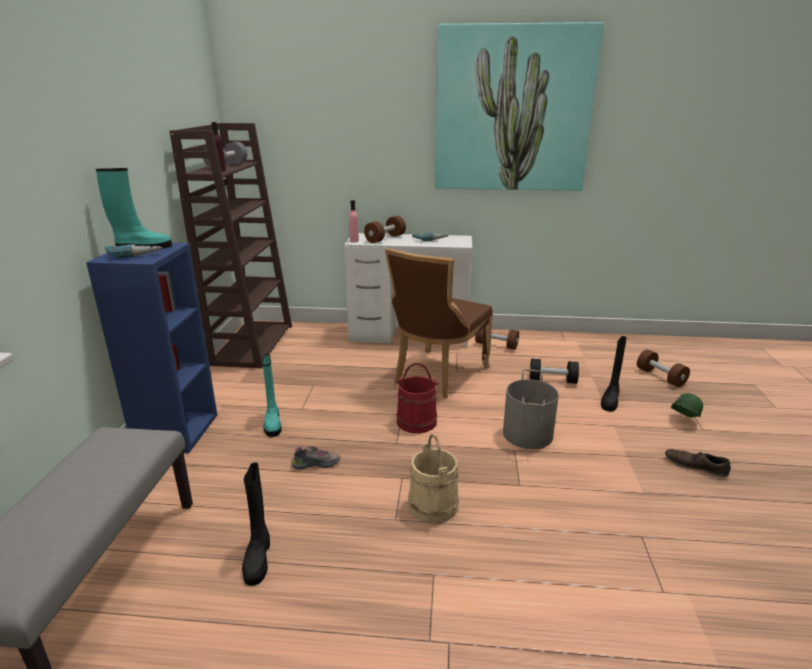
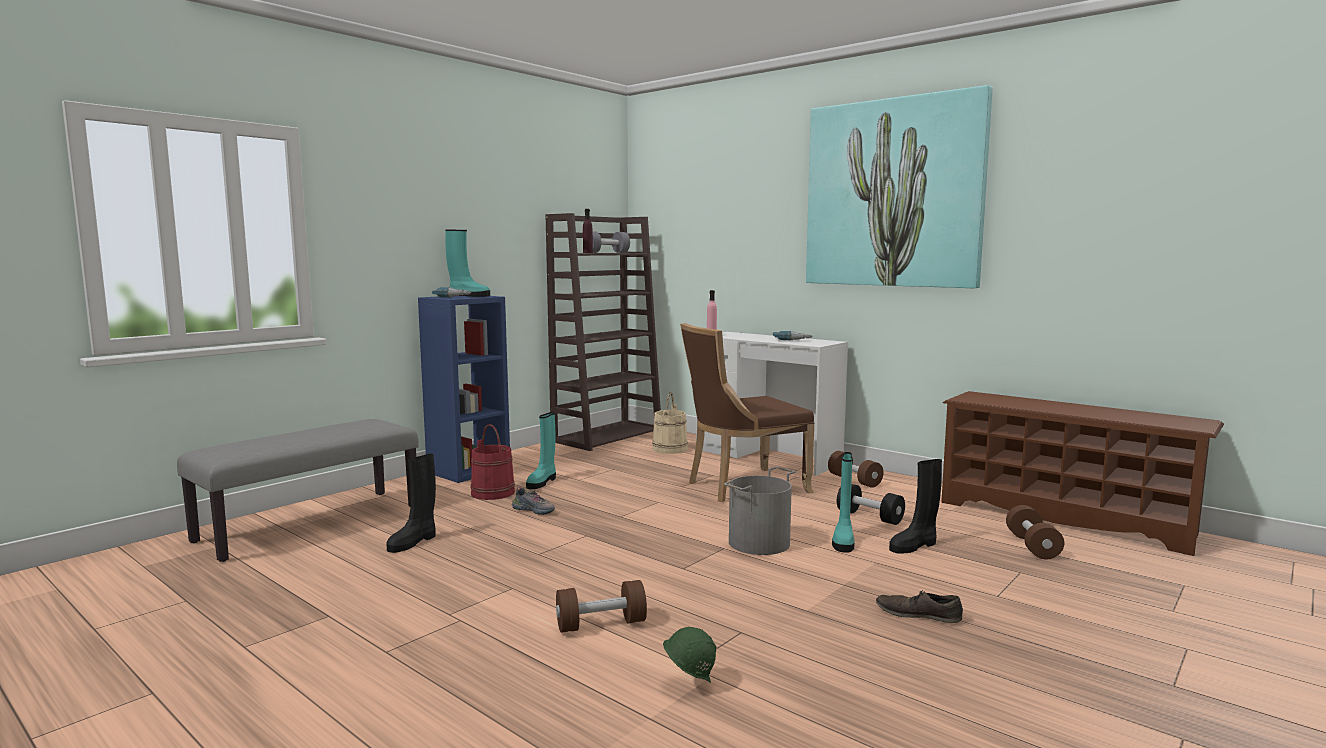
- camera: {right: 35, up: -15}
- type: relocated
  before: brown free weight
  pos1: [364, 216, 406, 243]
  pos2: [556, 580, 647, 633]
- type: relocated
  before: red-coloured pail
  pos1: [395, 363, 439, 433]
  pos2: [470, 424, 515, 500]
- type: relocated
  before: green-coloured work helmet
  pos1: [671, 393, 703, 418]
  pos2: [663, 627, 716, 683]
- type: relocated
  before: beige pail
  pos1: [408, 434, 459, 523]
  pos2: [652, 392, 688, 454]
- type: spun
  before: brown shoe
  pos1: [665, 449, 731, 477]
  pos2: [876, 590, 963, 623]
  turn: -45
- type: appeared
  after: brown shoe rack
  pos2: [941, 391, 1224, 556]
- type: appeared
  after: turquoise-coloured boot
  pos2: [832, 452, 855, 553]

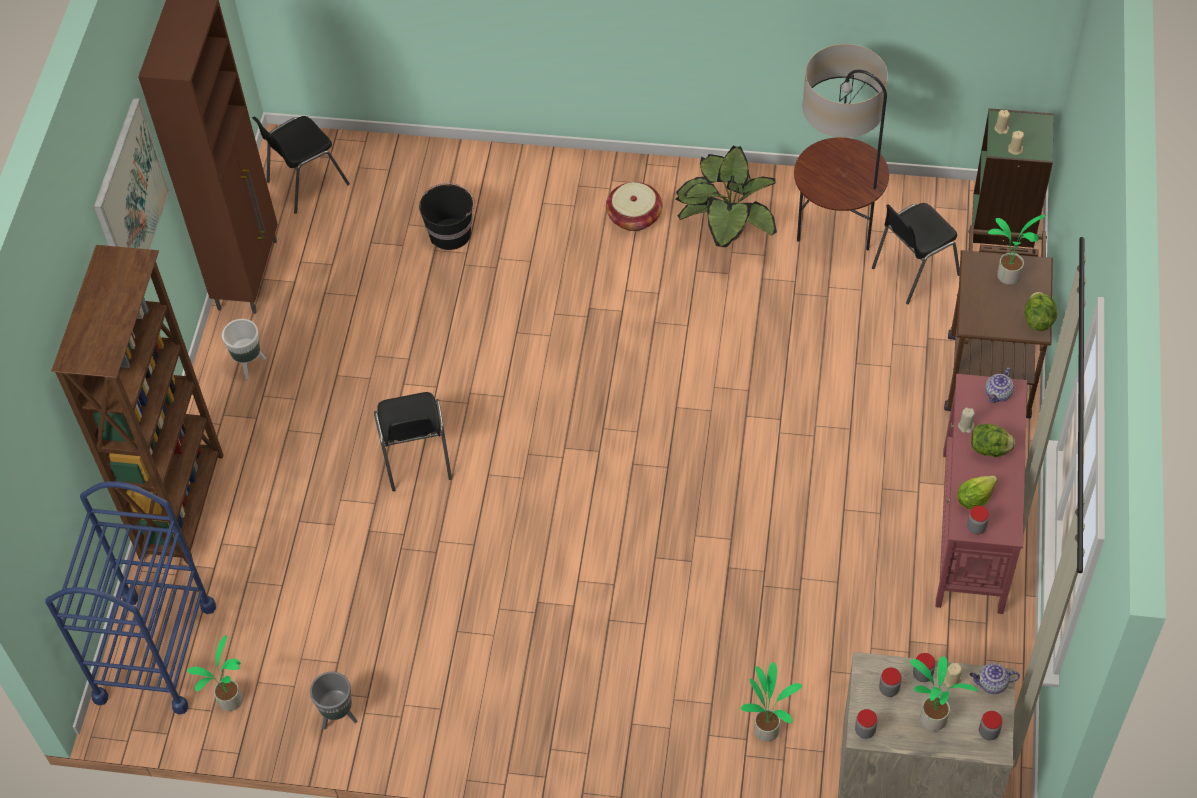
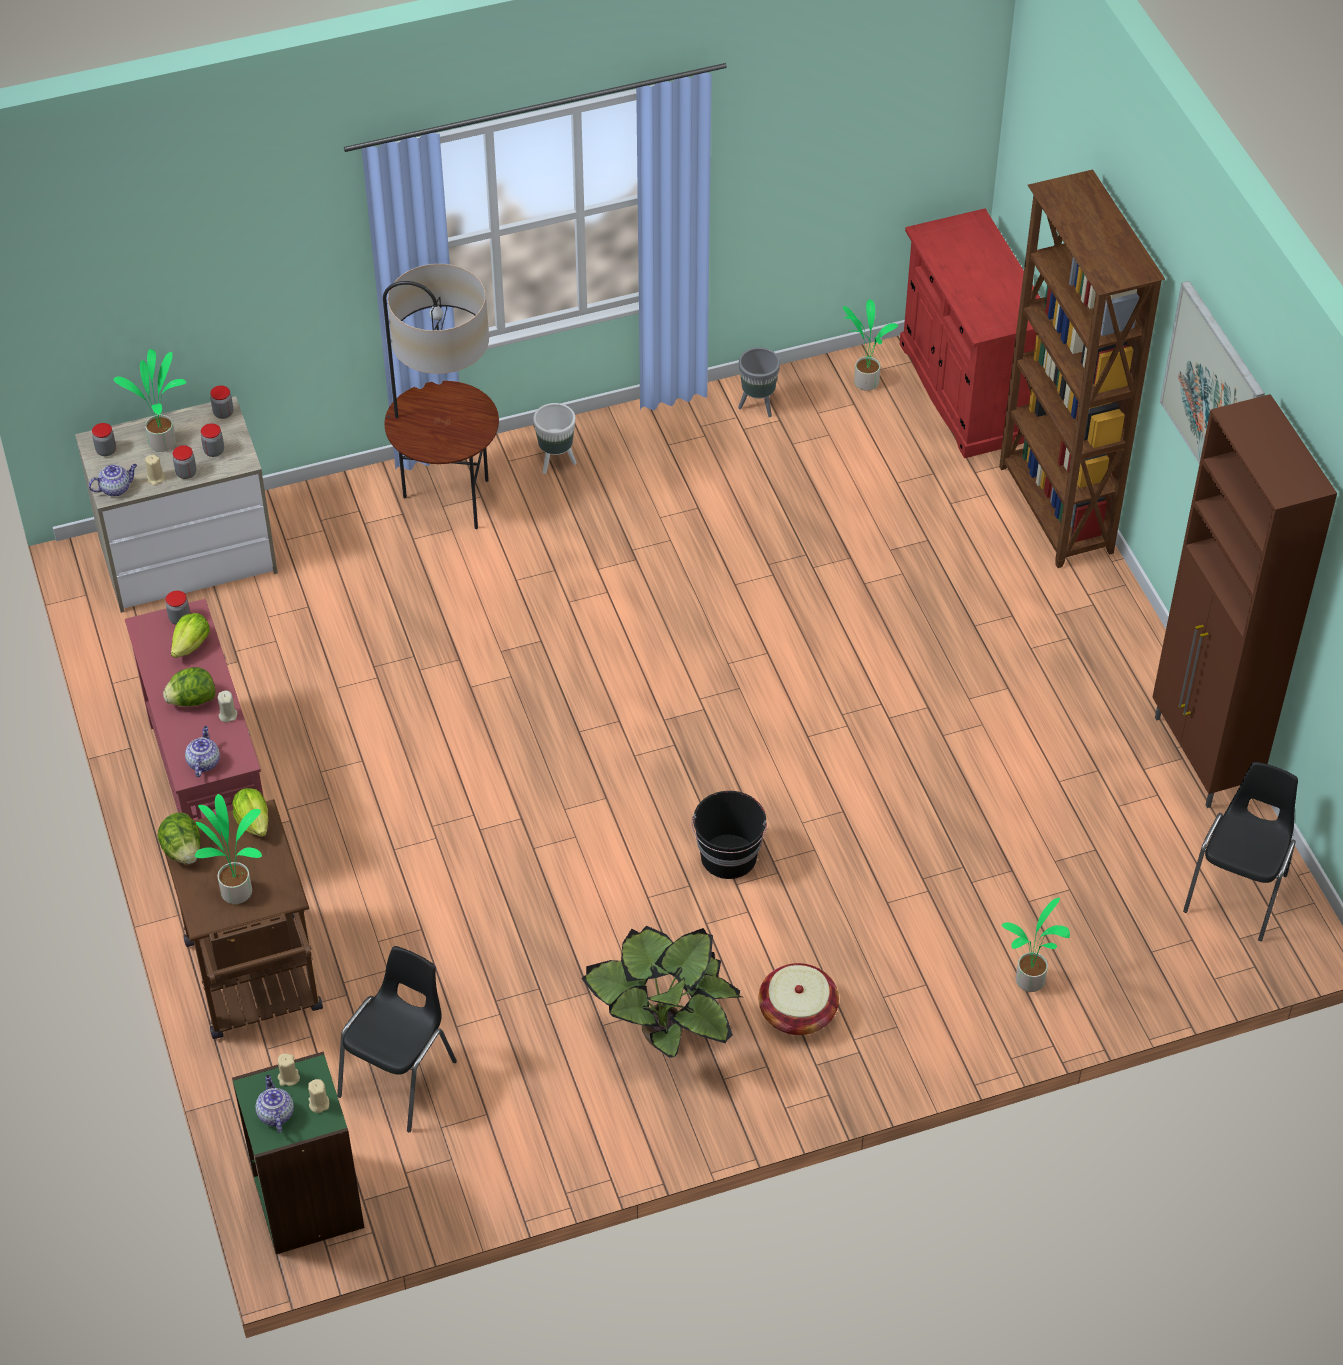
- camera: {right: 150, up: -5}
- type: relocated
  before: standard lamp
  pos1: [794, 44, 889, 251]
  pos2: [383, 264, 499, 529]
- type: relocated
  before: black pail
  pos1: [419, 183, 475, 250]
  pos2: [692, 791, 767, 879]
- type: relocated
  before: white-coloured planter
  pos1: [222, 319, 266, 379]
  pos2: [533, 403, 577, 474]
- type: missing
  before: black plain chair
  pos1: [374, 392, 452, 491]
- type: exchanged
  before: bluish wheeled cart
  after: red-coloured cabinet
  pos1: [45, 481, 216, 715]
  pos2: [900, 208, 1041, 458]
- type: relocated
  before: plant in a pot
  pos1: [741, 662, 802, 742]
  pos2: [1002, 898, 1070, 992]
- type: appeared
  after: lettuce head
  pos2: [232, 788, 268, 837]
- type: appeared
  after: teapot
  pos2: [255, 1075, 294, 1133]

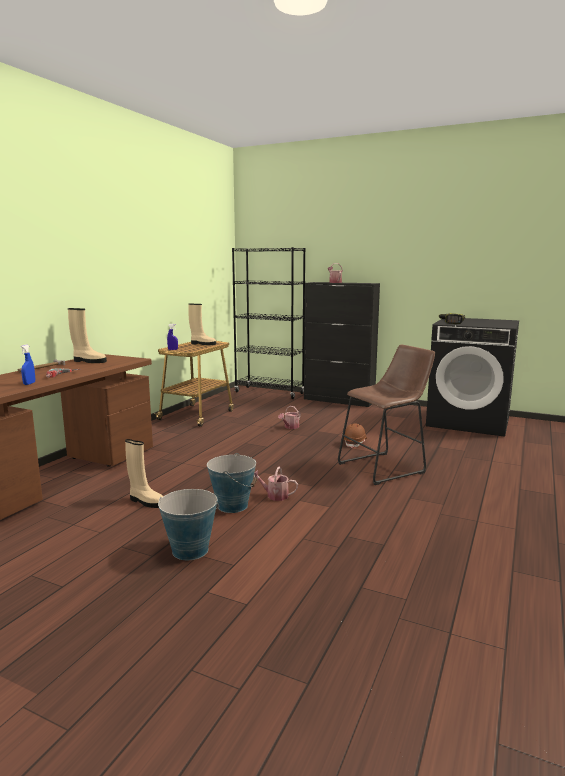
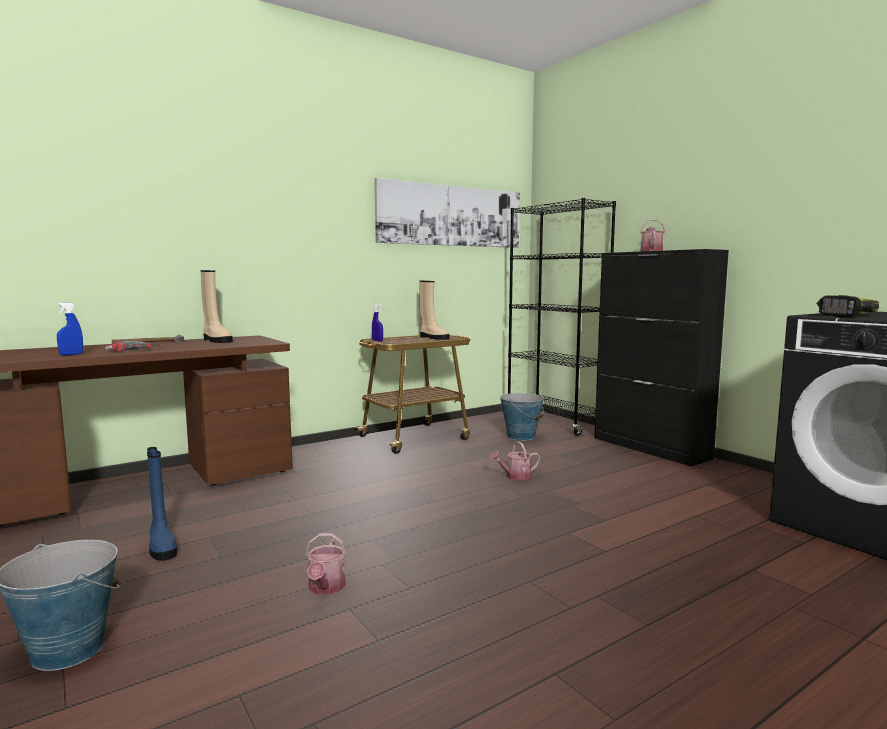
- camera: {right: 30, up: -5}
- type: missing
  before: brown stool seat
  pos1: [338, 344, 435, 485]
- type: missing
  before: brown work helmet
  pos1: [344, 423, 367, 448]
- type: colour
  before: beige boot
  after: bluish boot
  pos1: [125, 439, 163, 508]
  pos2: [147, 447, 178, 561]
- type: relocated
  before: pail
  pos1: [207, 453, 257, 513]
  pos2: [500, 392, 544, 441]
- type: spun
  before: watering can
  pos1: [254, 467, 298, 501]
  pos2: [305, 533, 347, 595]
  turn: -135
- type: appeared
  after: wall picture
  pos2: [374, 178, 520, 248]

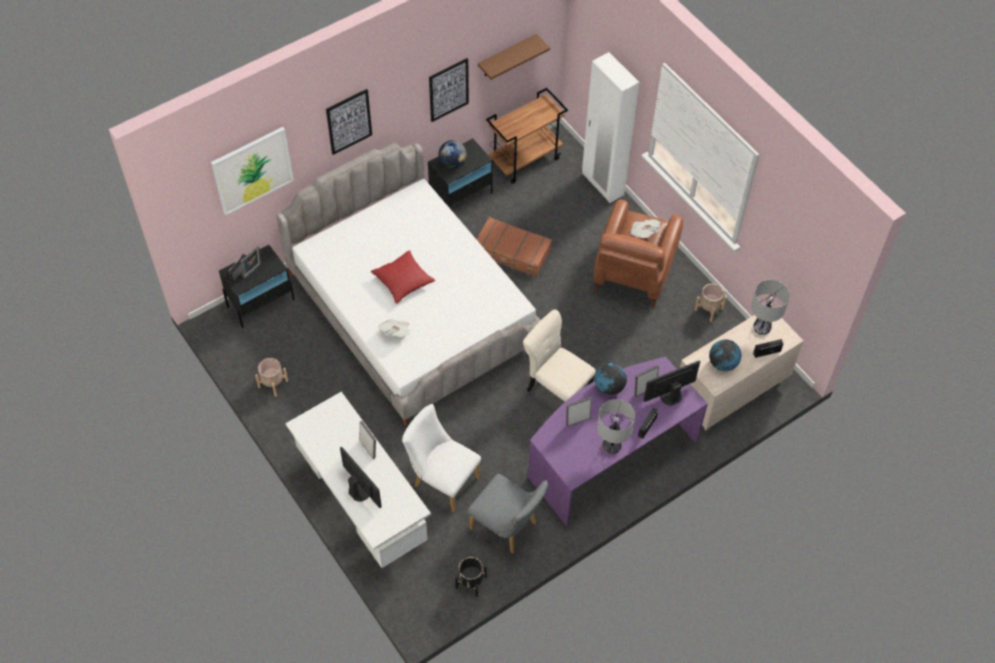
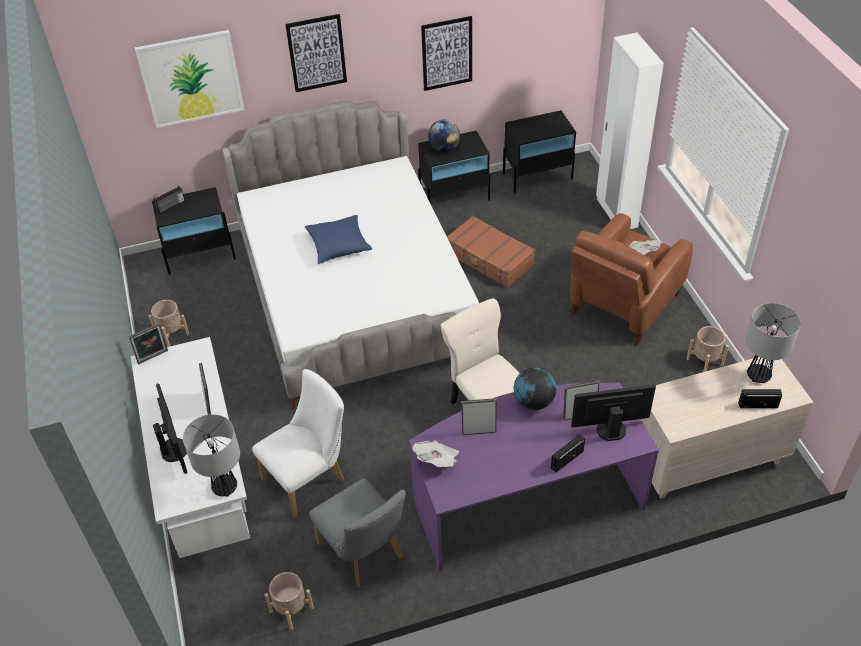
- camera: {right: 20, up: -10}
- type: missing
  before: brown bracket shelf
  pos1: [478, 34, 550, 80]
- type: exchanged
  before: brown wheeled cart
  after: black night table
  pos1: [486, 88, 568, 184]
  pos2: [503, 110, 576, 193]
- type: relocated
  before: picture frame
  pos1: [241, 246, 261, 279]
  pos2: [129, 323, 168, 365]
- type: colour
  before: red-coloured cushion
  after: bluish cushion
  pos1: [371, 250, 435, 304]
  pos2: [305, 215, 372, 264]
- type: relocated
  before: daily paper
  pos1: [379, 319, 410, 337]
  pos2: [412, 440, 459, 467]
- type: missing
  before: globe
  pos1: [709, 339, 741, 371]
- type: relocated
  before: table lamp
  pos1: [597, 399, 635, 454]
  pos2: [183, 414, 240, 497]
- type: spun
  before: white-coloured plain chair
  pos1: [402, 404, 481, 512]
  pos2: [252, 369, 344, 518]
  turn: 90
- type: colour
  before: black planter
  after: beige planter
  pos1: [455, 557, 487, 597]
  pos2: [265, 572, 314, 630]

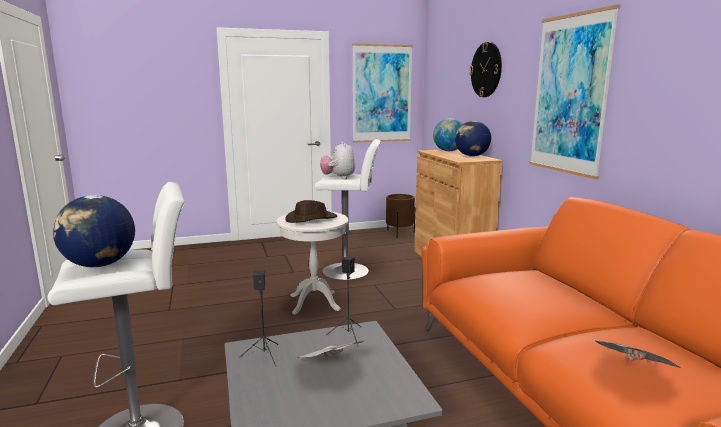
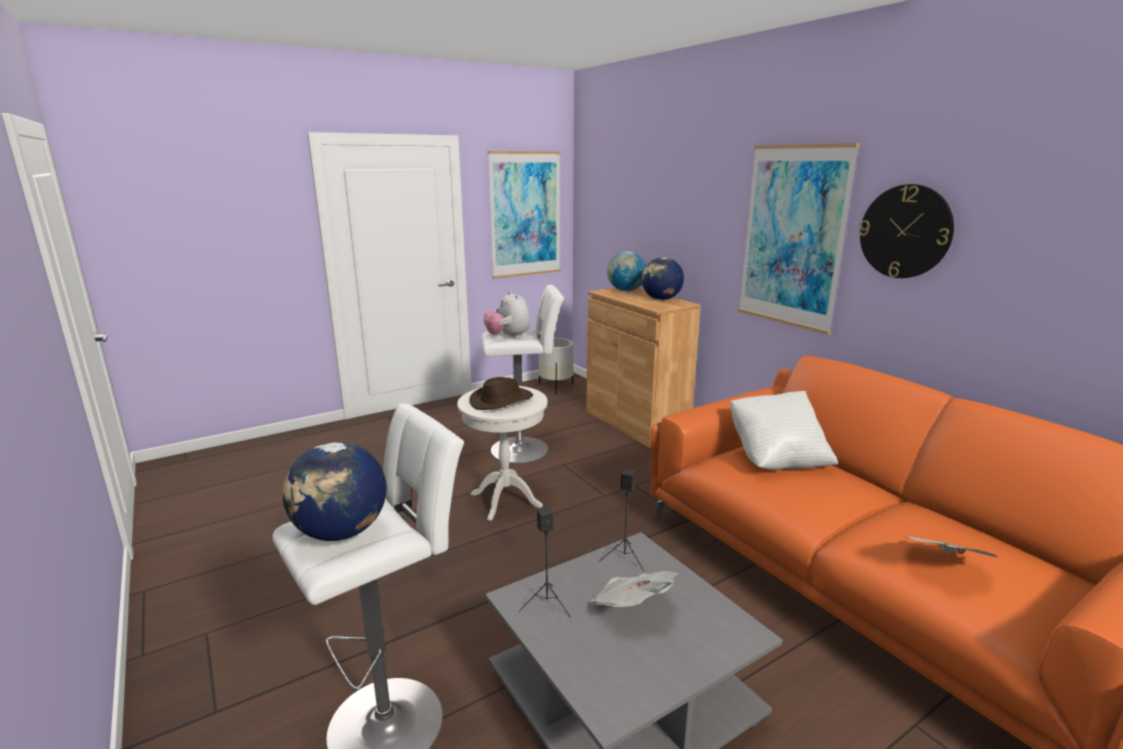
- camera: {right: -15, up: 5}
- type: relocated
  before: clock on the wall
  pos1: [469, 42, 502, 97]
  pos2: [859, 184, 954, 278]
- type: colour
  before: brown planter
  after: white-coloured planter
  pos1: [386, 194, 415, 236]
  pos2: [539, 338, 574, 395]
- type: appeared
  after: white-coloured cushion
  pos2: [730, 391, 838, 470]

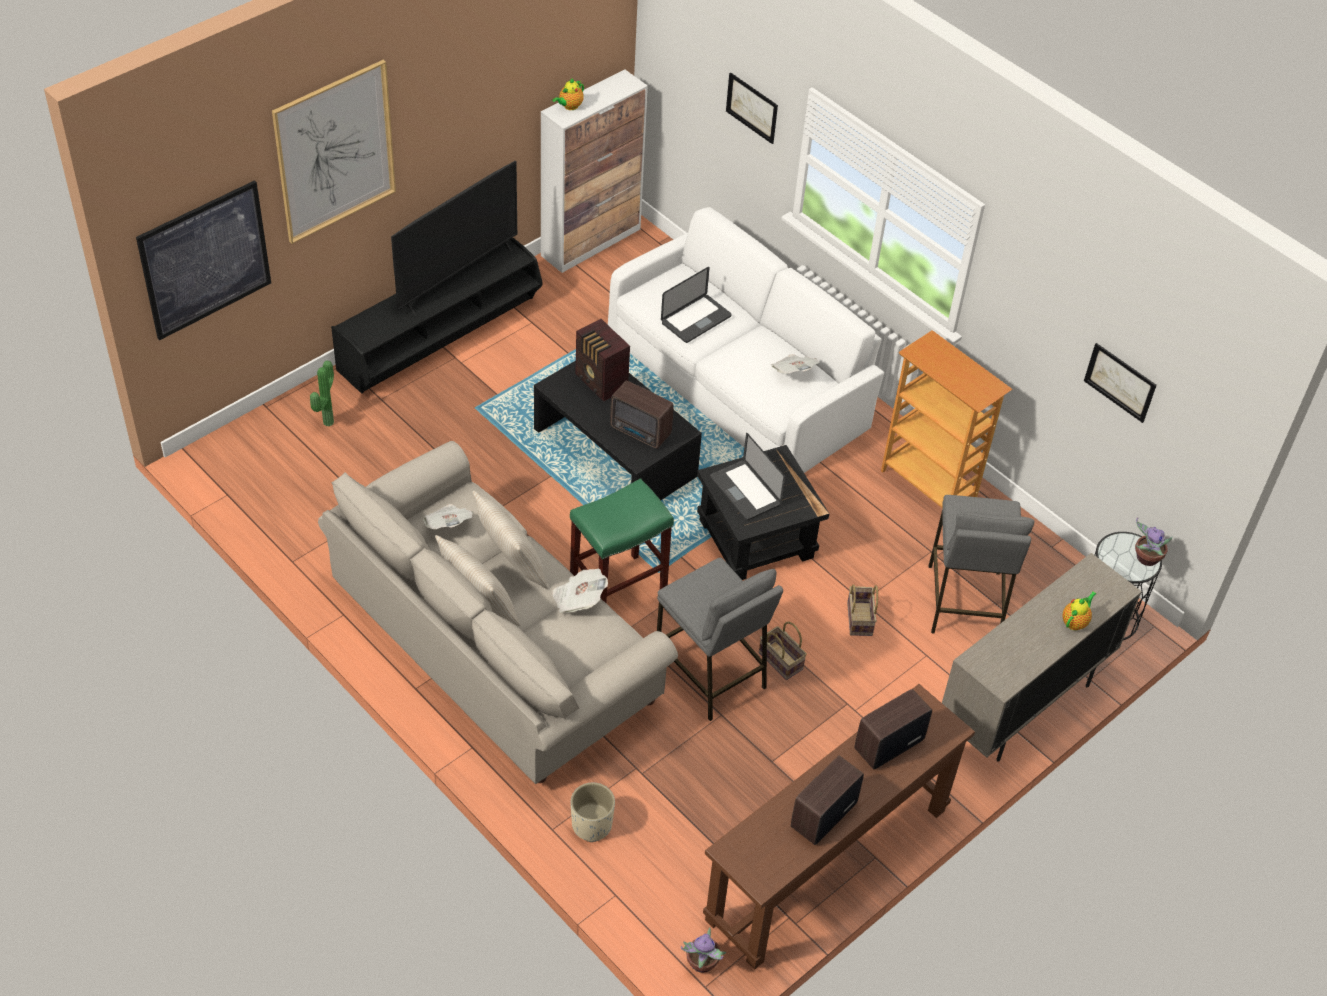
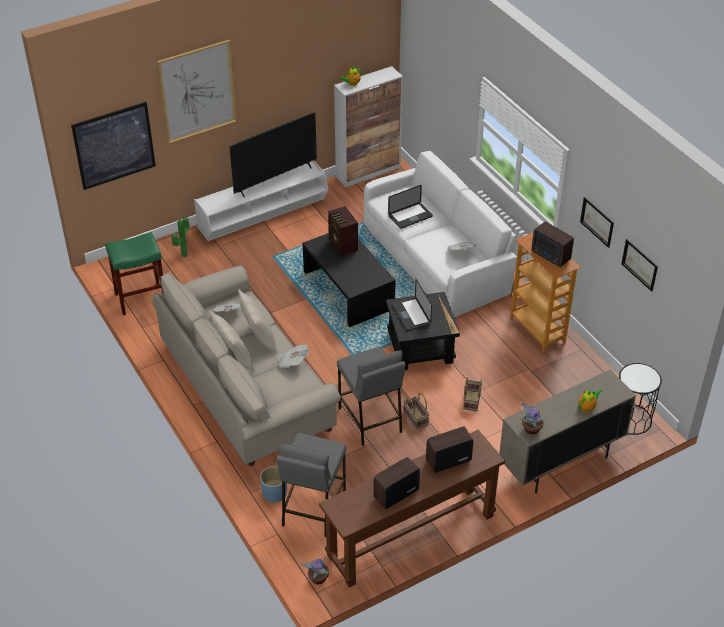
- camera: {right: 15, up: -5}
- type: relocated
  before: wall picture
  pos1: [726, 72, 778, 144]
  pos2: [580, 197, 614, 248]
- type: colour
  before: black tv unit
  after: white-coloured tv unit
  pos1: [331, 238, 543, 394]
  pos2: [194, 160, 328, 242]
- type: relocated
  before: radio receiver
  pos1: [610, 381, 674, 449]
  pos2: [532, 222, 574, 267]
- type: relocated
  before: green-coloured stool seat
  pos1: [570, 479, 674, 603]
  pos2: [105, 232, 163, 316]
- type: relocated
  before: greyish stool seat
  pos1: [929, 495, 1034, 634]
  pos2: [276, 433, 346, 537]
- type: relocated
  before: plant in a pot
  pos1: [1135, 517, 1173, 566]
  pos2: [520, 400, 547, 435]
- type: colour
  before: beige planter
  after: bluish planter
  pos1: [571, 783, 615, 842]
  pos2: [260, 466, 287, 503]

